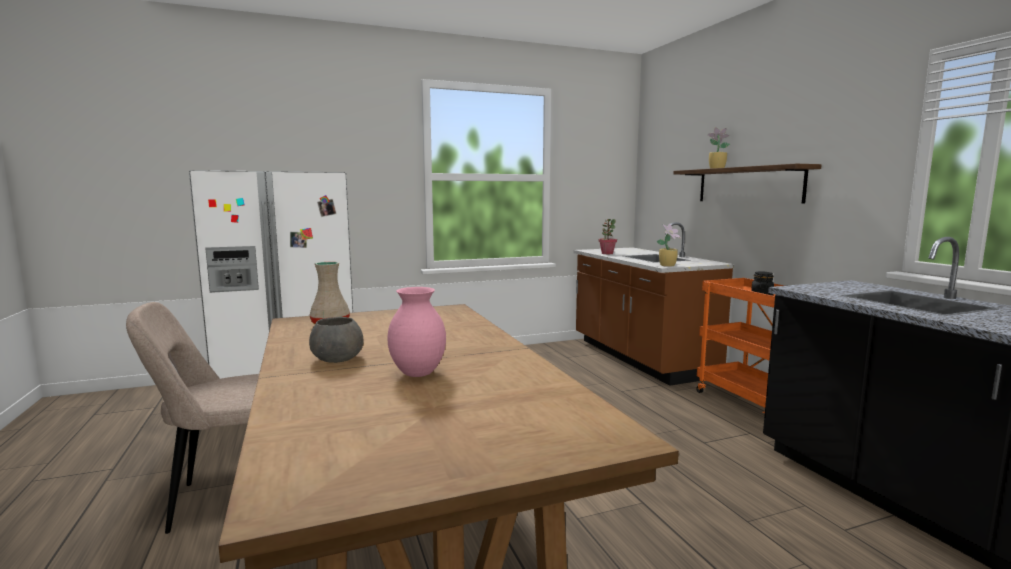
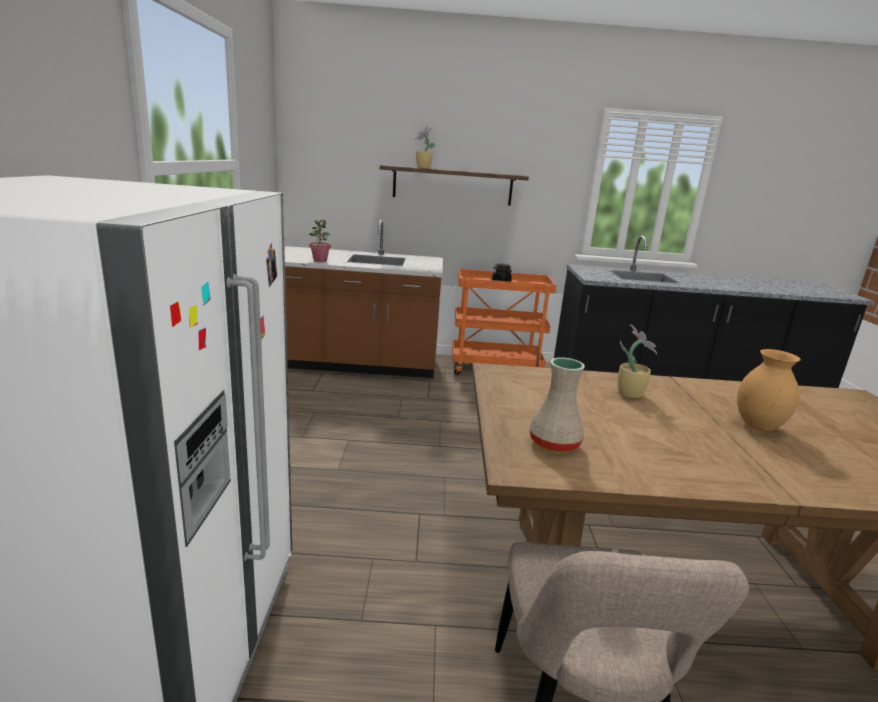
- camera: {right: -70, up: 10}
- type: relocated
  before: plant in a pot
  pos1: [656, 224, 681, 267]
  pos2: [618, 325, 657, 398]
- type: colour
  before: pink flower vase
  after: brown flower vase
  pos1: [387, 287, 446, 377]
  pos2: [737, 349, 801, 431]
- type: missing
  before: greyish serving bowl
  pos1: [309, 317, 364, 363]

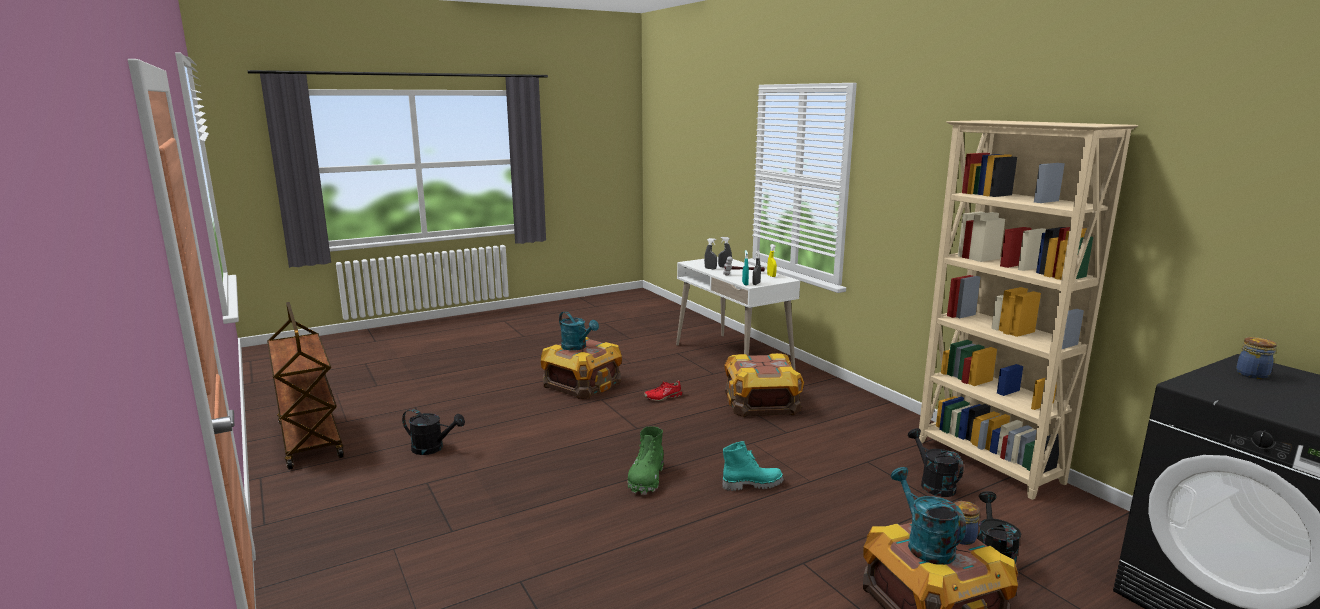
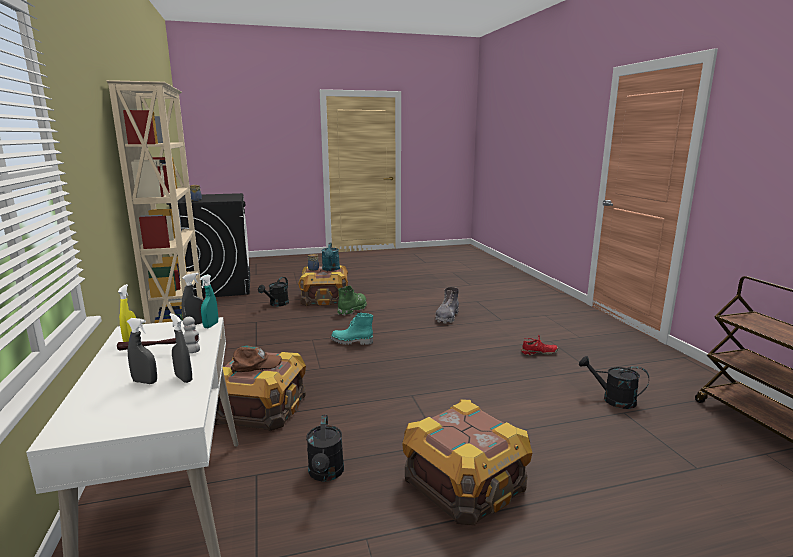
- camera: {right: -165, up: 0}
- type: missing
  before: turquoise-coloured watering can
  pos1: [559, 311, 599, 350]
- type: relocated
  before: red-coloured shoe
  pos1: [644, 380, 682, 401]
  pos2: [521, 335, 558, 355]
- type: relocated
  before: green-coloured boot
  pos1: [627, 426, 664, 495]
  pos2: [337, 285, 367, 315]
- type: relocated
  before: black watering can
  pos1: [908, 428, 964, 497]
  pos2: [306, 415, 344, 482]
- type: appeared
  after: greyish boot
  pos2: [435, 287, 459, 324]
- type: appeared
  after: brown cap
  pos2: [231, 346, 282, 374]

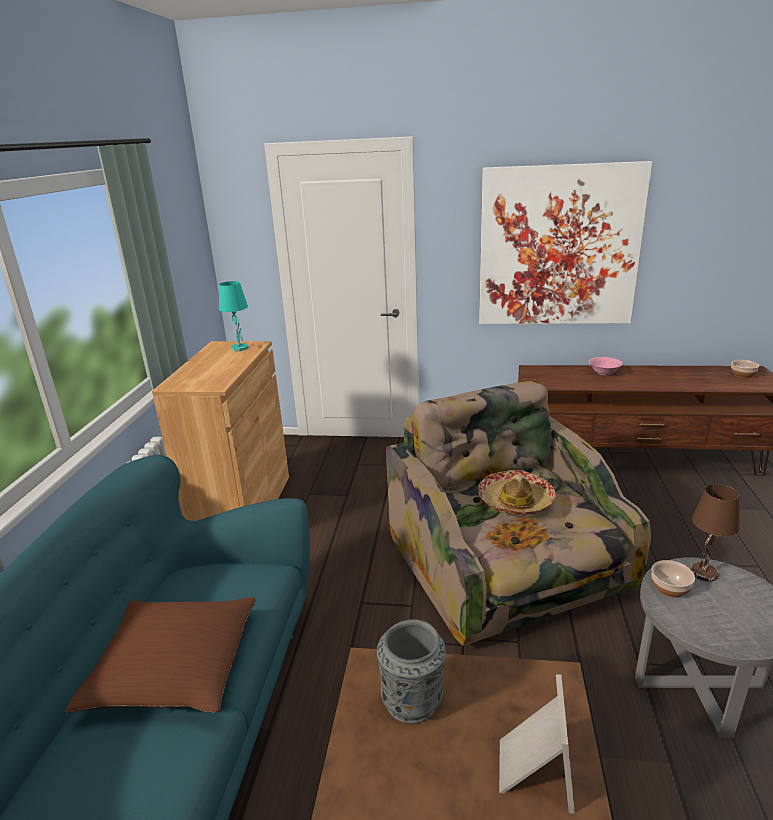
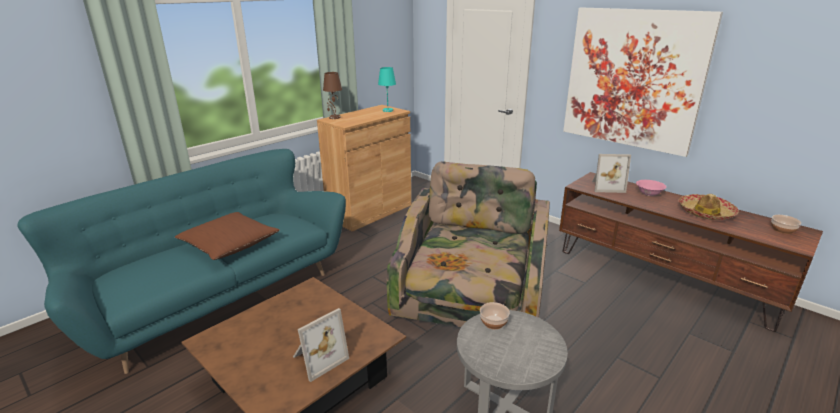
- camera: {right: 35, up: 0}
- type: relocated
  before: wearable hat
  pos1: [478, 470, 556, 515]
  pos2: [679, 194, 739, 220]
- type: relocated
  before: brown table lamp
  pos1: [691, 484, 740, 582]
  pos2: [323, 72, 342, 119]
- type: missing
  before: greyish flower vase
  pos1: [377, 619, 446, 724]
- type: appeared
  after: picture frame
  pos2: [592, 154, 631, 193]

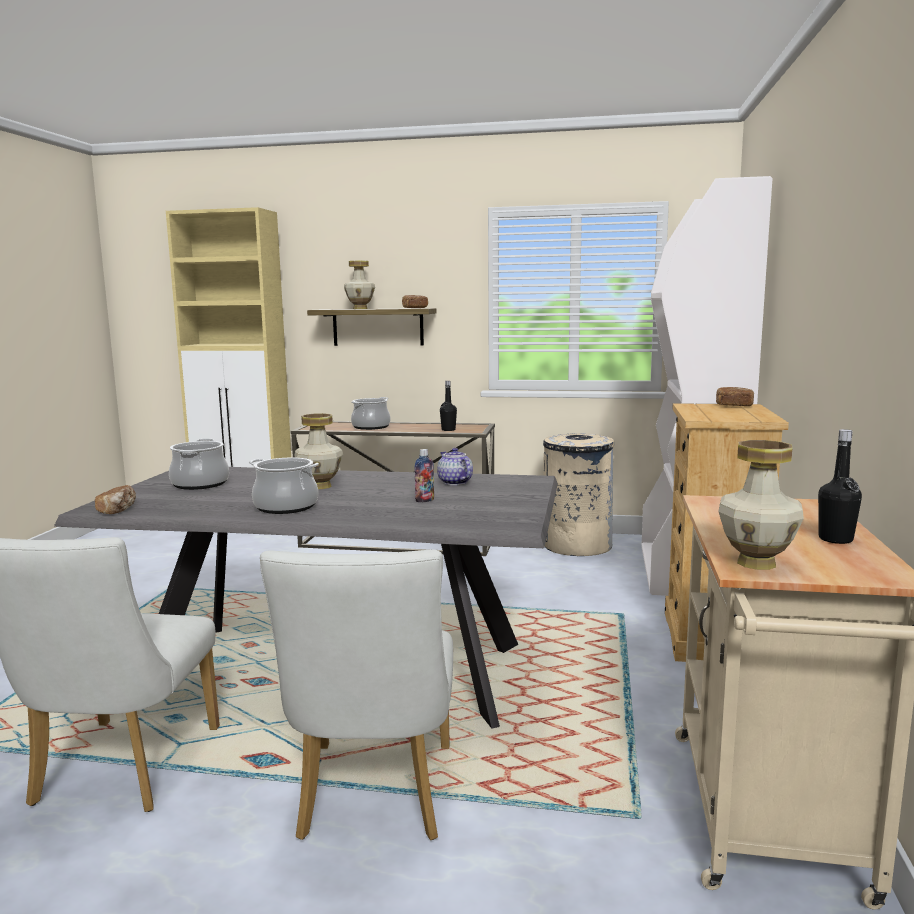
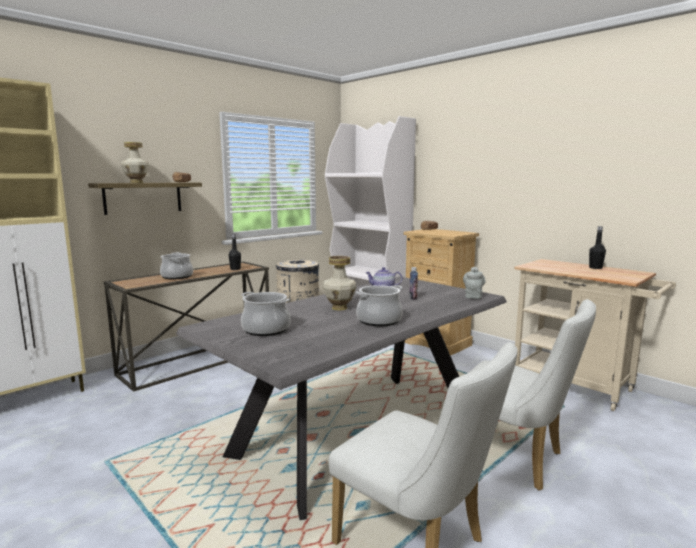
- camera: {right: -55, up: 0}
- type: missing
  before: flower vase
  pos1: [718, 440, 804, 570]
- type: missing
  before: bakery bread
  pos1: [95, 485, 136, 514]
- type: appeared
  after: greyish teapot
  pos2: [463, 267, 486, 299]

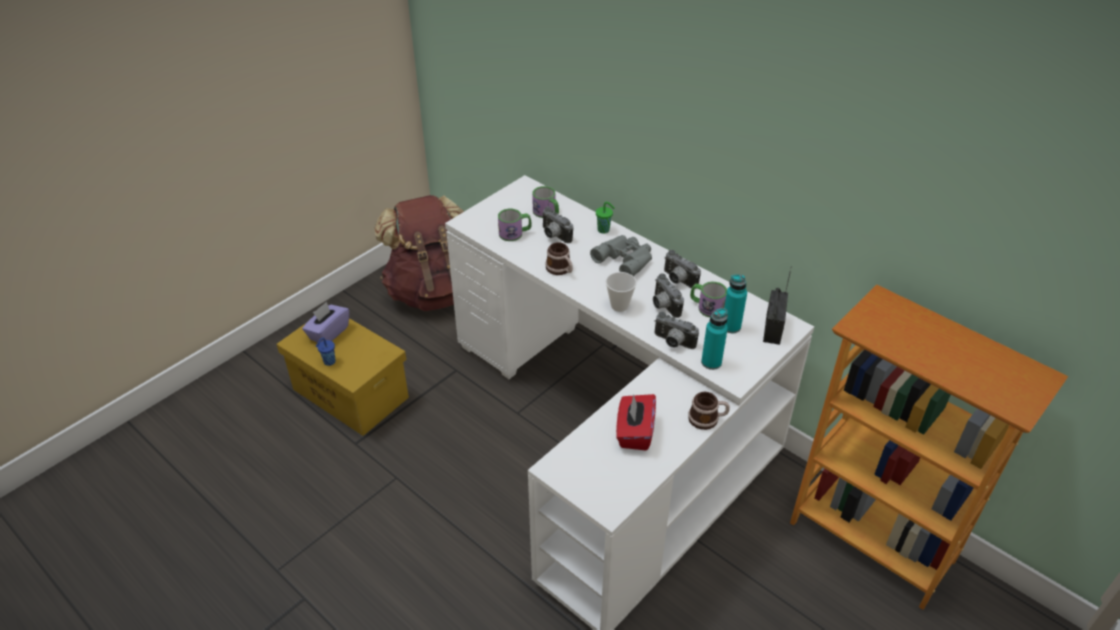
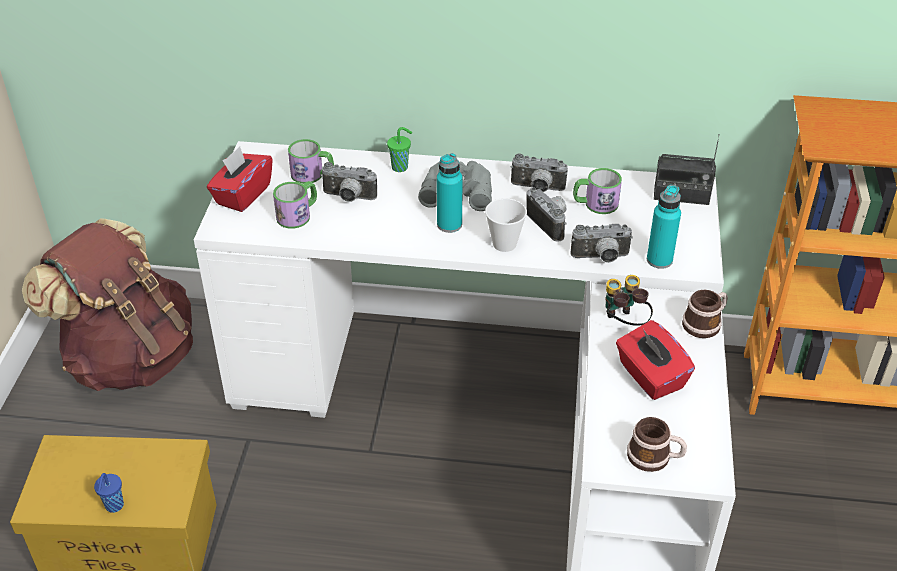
- camera: {right: -35, up: 0}
- type: relocated
  before: tea mug
  pos1: [545, 242, 573, 275]
  pos2: [627, 417, 687, 472]
- type: spun
  before: radio receiver
  pos1: [763, 266, 792, 345]
  pos2: [654, 134, 720, 205]
  turn: 120
- type: spun
  before: photo camera
  pos1: [653, 274, 684, 318]
  pos2: [526, 188, 567, 242]
  turn: -150
- type: relocated
  before: turquoise-coloured bottle
  pos1: [724, 274, 747, 333]
  pos2: [437, 153, 463, 233]
- type: missing
  before: purple-coloured tissue box
  pos1: [302, 302, 349, 343]
- type: appeared
  after: red-coloured tissue box
  pos2: [207, 146, 273, 212]
- type: appeared
  after: field glasses
  pos2: [605, 275, 653, 326]

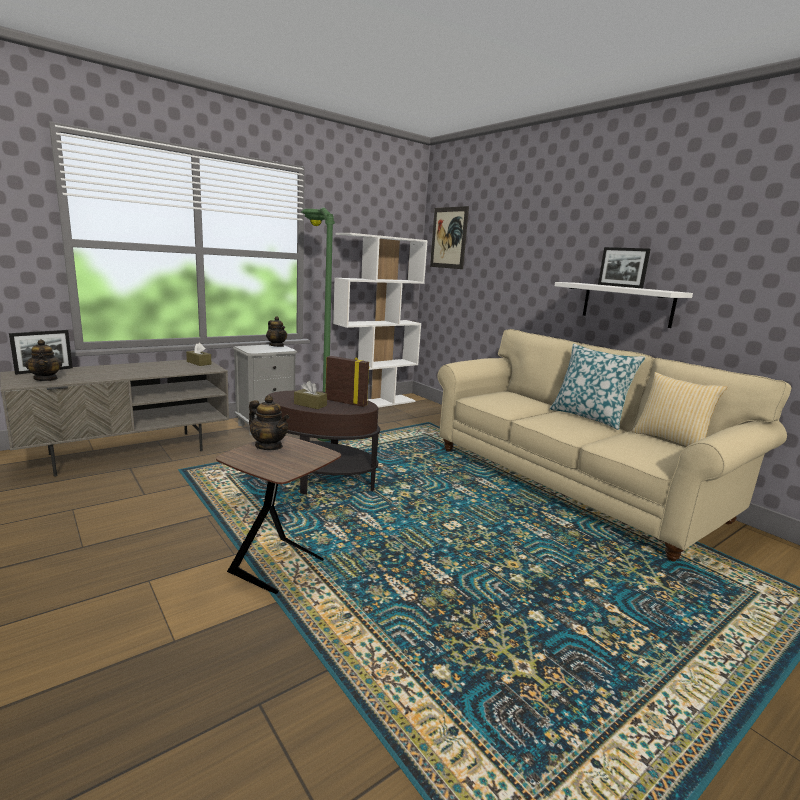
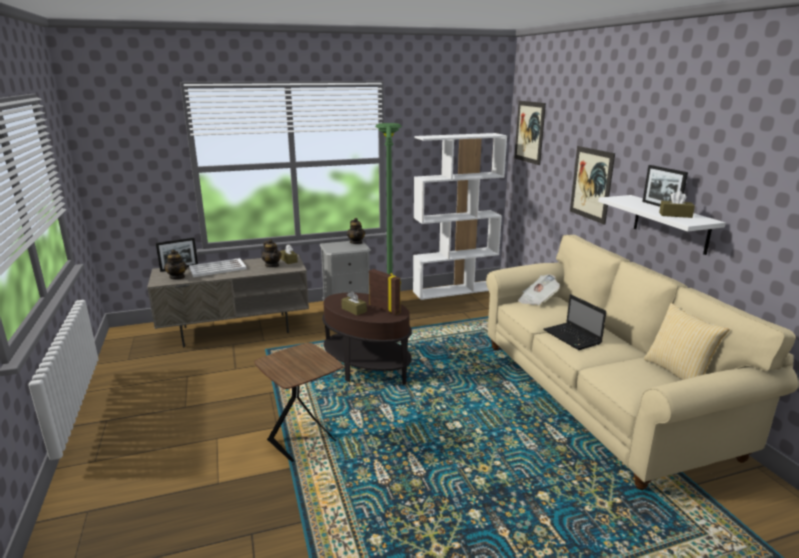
- camera: {right: 20, up: 5}
- type: missing
  before: cushion
  pos1: [549, 344, 645, 430]
- type: relocated
  before: teapot
  pos1: [249, 395, 290, 450]
  pos2: [261, 239, 282, 267]
- type: appeared
  after: wall picture
  pos2: [570, 146, 615, 225]
- type: appeared
  after: brown tissue box
  pos2: [659, 191, 695, 218]
- type: appeared
  after: white-coloured carrying tray
  pos2: [189, 258, 246, 277]
- type: appeared
  after: daily paper
  pos2: [518, 274, 560, 305]
- type: appeared
  after: notebook computer
  pos2: [543, 294, 606, 350]

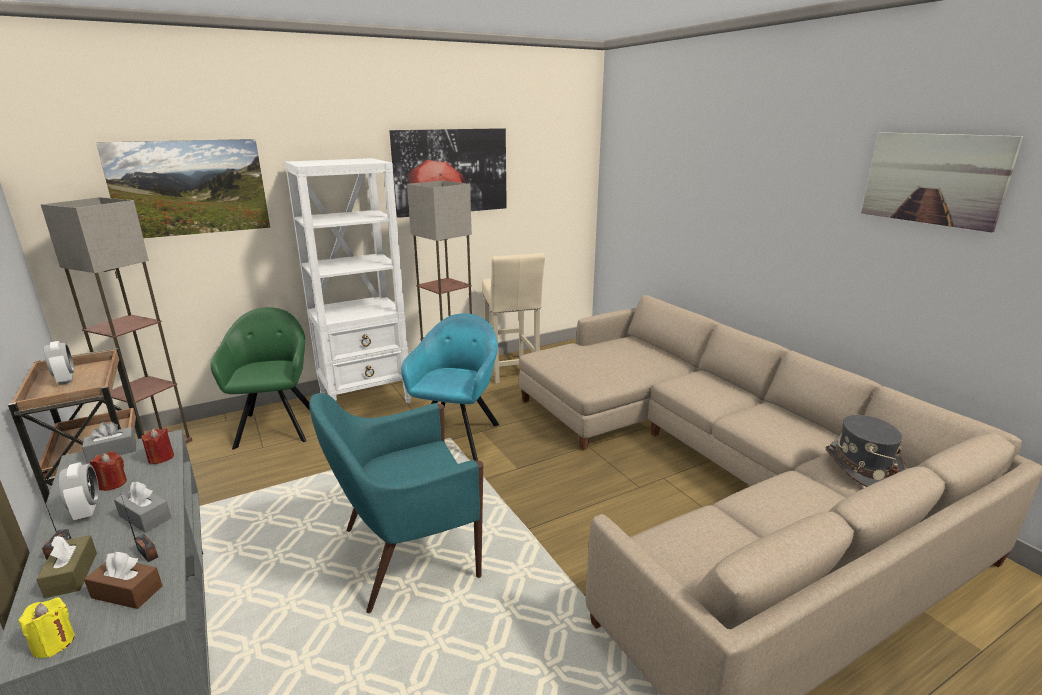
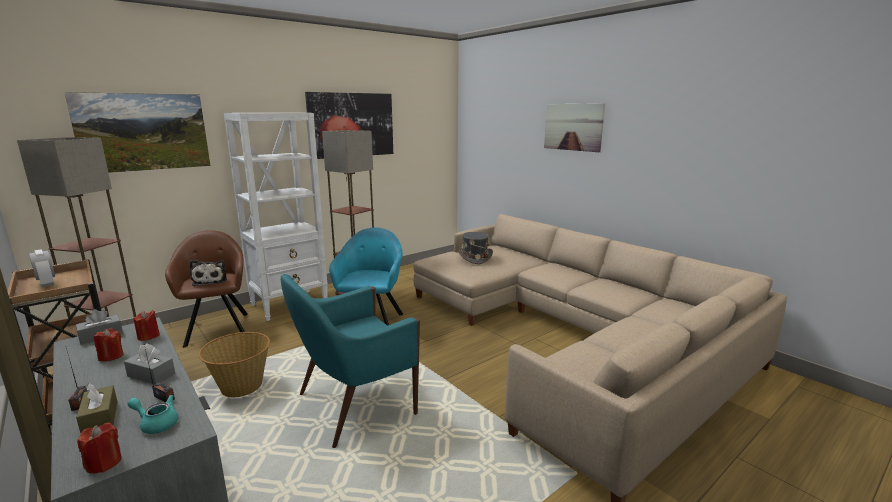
- camera: {right: -10, up: -5}
- type: relocated
  before: wall picture
  pos1: [861, 132, 1023, 232]
  pos2: [544, 103, 605, 152]
- type: missing
  before: beige stool seat
  pos1: [482, 253, 545, 383]
- type: colour
  before: green-coloured armchair
  after: brown armchair
  pos1: [210, 307, 310, 450]
  pos2: [165, 230, 248, 348]
- type: relocated
  before: greyish wearable hat
  pos1: [826, 415, 905, 487]
  pos2: [458, 232, 493, 264]
- type: missing
  before: table clock
  pos1: [59, 462, 99, 521]
- type: exchanged
  before: brown tissue box
  after: turquoise-coloured teapot
  pos1: [84, 552, 162, 609]
  pos2: [127, 395, 178, 434]
- type: colour
  before: yellowish wax light
  after: red-coloured wax light
  pos1: [19, 597, 75, 658]
  pos2: [77, 423, 122, 474]
- type: appeared
  after: soft toy
  pos2: [189, 260, 227, 286]
- type: appeared
  after: basket
  pos2: [199, 332, 270, 397]

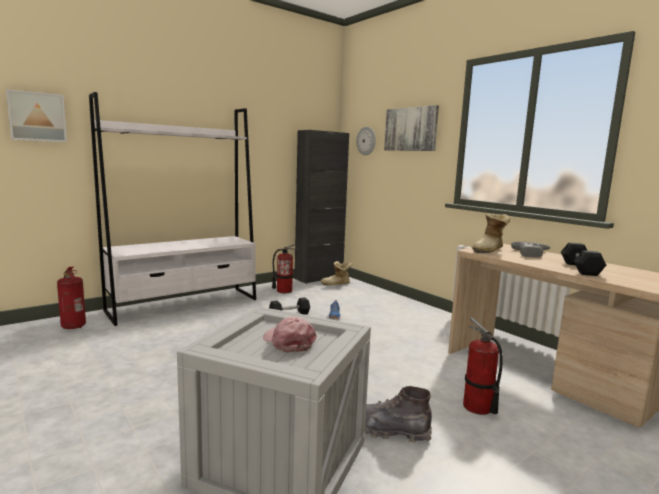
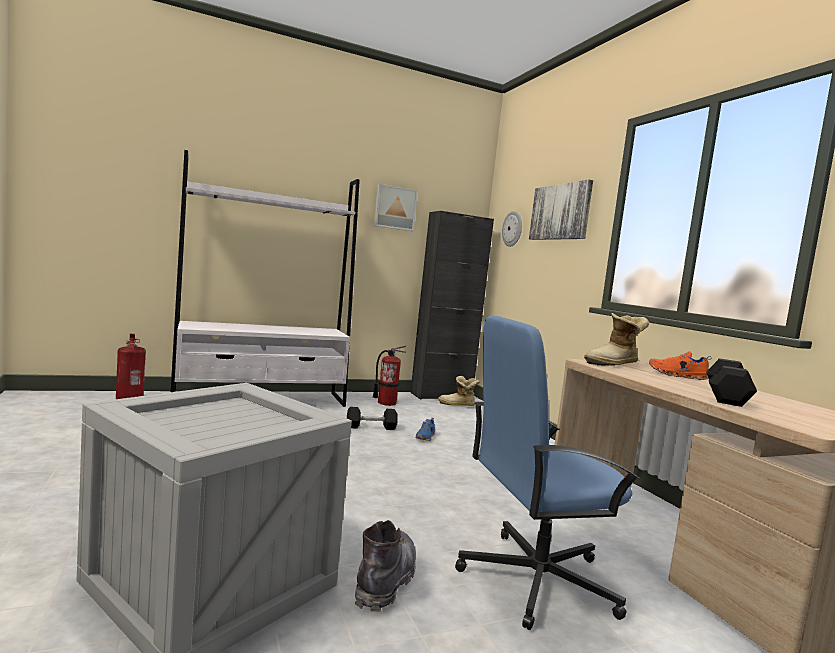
- camera: {right: 15, up: -5}
- type: relocated
  before: wall picture
  pos1: [6, 89, 67, 142]
  pos2: [374, 184, 418, 231]
- type: exchanged
  before: power drill
  after: orangey shoe
  pos1: [511, 242, 551, 258]
  pos2: [649, 351, 711, 380]
- type: missing
  before: pink cap
  pos1: [263, 317, 317, 353]
- type: exchanged
  before: fire extinguisher
  after: bluish desk chair
  pos1: [463, 317, 503, 415]
  pos2: [455, 316, 640, 630]
- type: spun
  before: greyish boot
  pos1: [365, 386, 432, 443]
  pos2: [355, 520, 416, 612]
  turn: 75

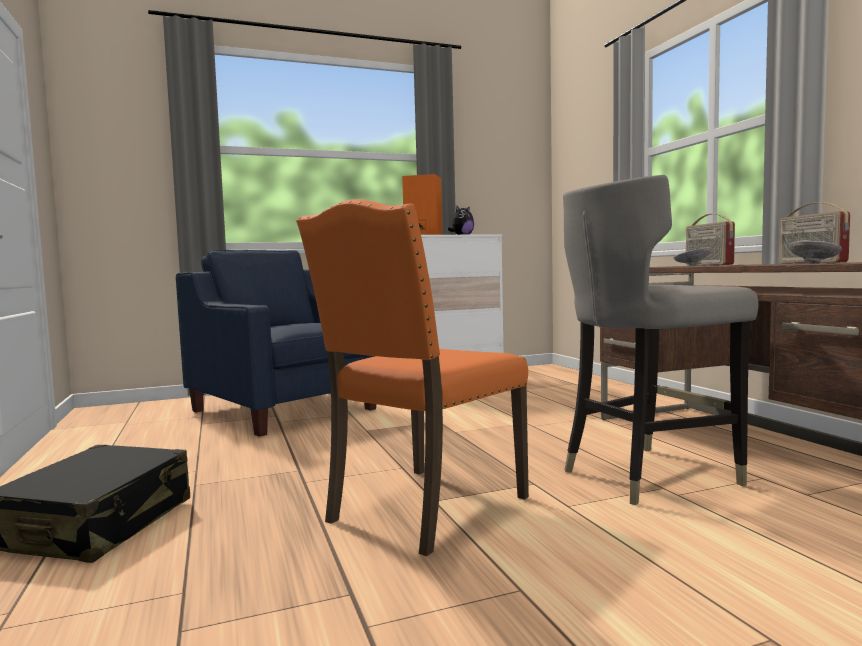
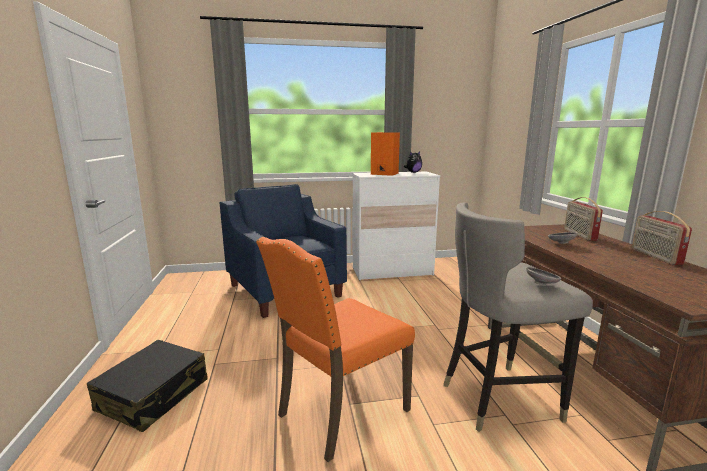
- camera: {right: 10, up: 10}
- type: relocated
  before: greyish serving bowl
  pos1: [789, 241, 842, 263]
  pos2: [527, 267, 561, 286]

